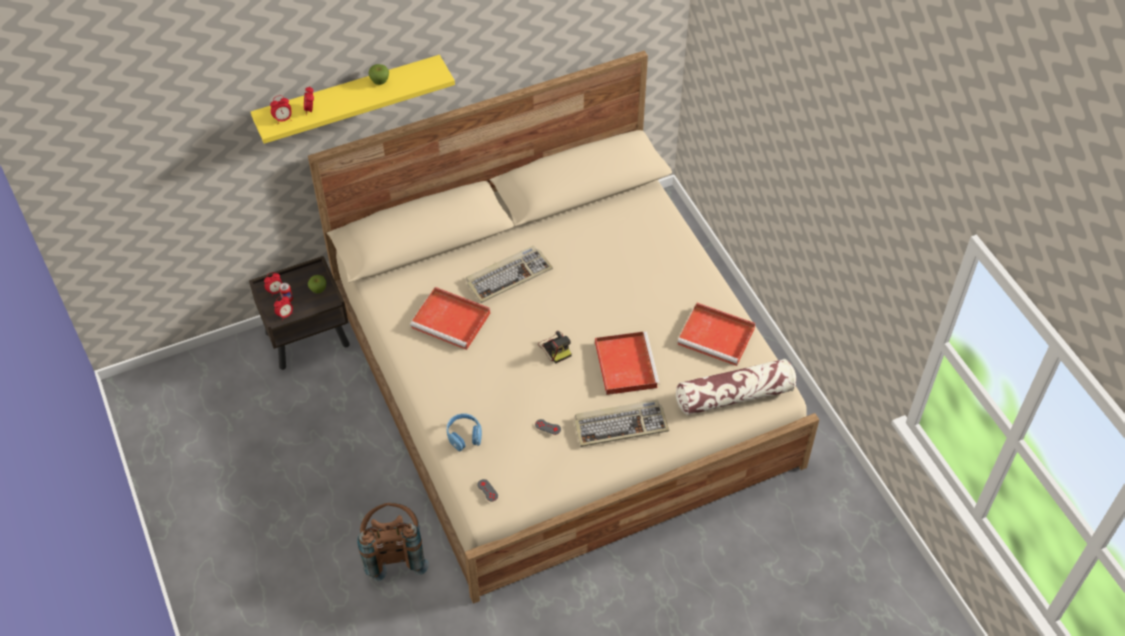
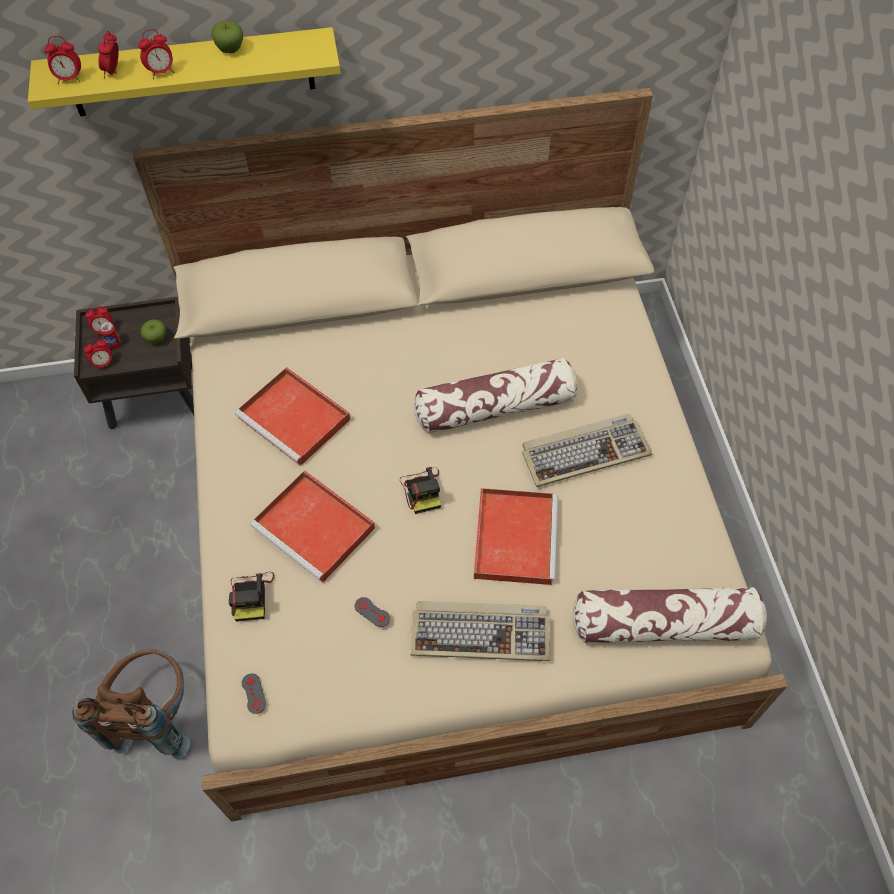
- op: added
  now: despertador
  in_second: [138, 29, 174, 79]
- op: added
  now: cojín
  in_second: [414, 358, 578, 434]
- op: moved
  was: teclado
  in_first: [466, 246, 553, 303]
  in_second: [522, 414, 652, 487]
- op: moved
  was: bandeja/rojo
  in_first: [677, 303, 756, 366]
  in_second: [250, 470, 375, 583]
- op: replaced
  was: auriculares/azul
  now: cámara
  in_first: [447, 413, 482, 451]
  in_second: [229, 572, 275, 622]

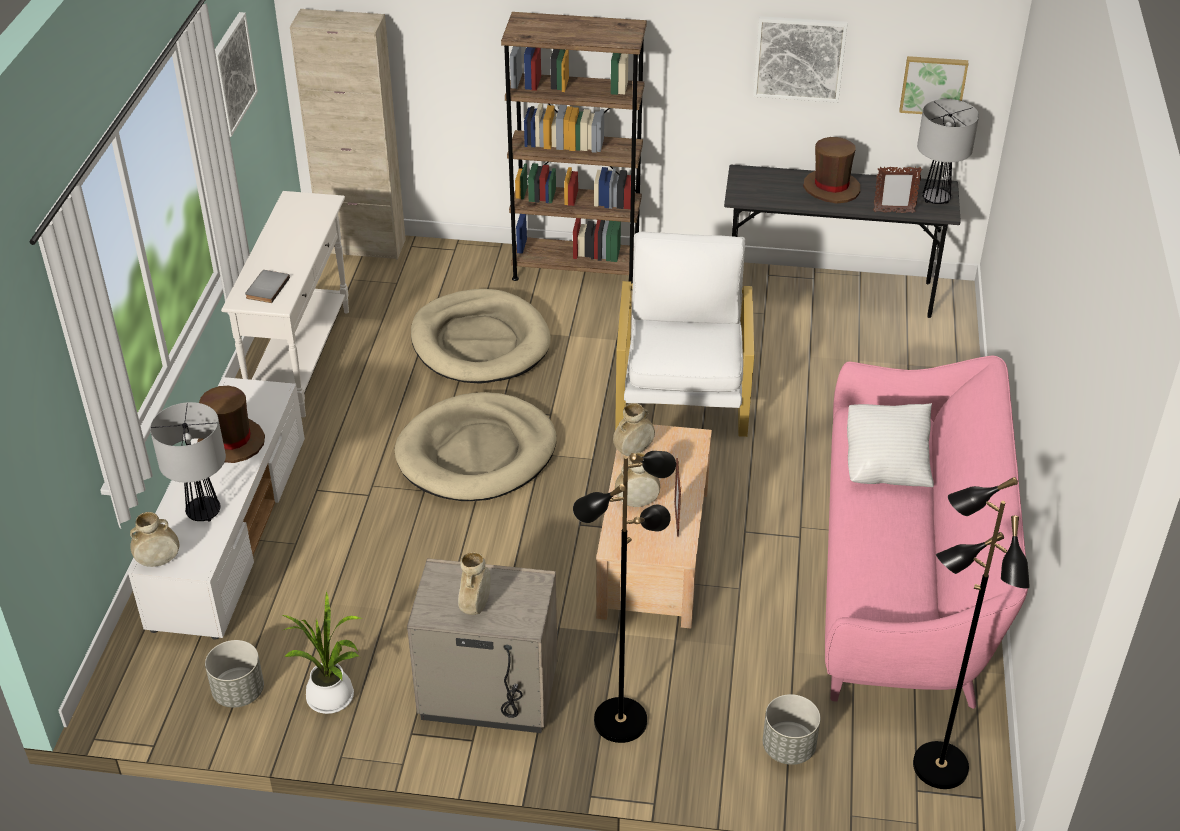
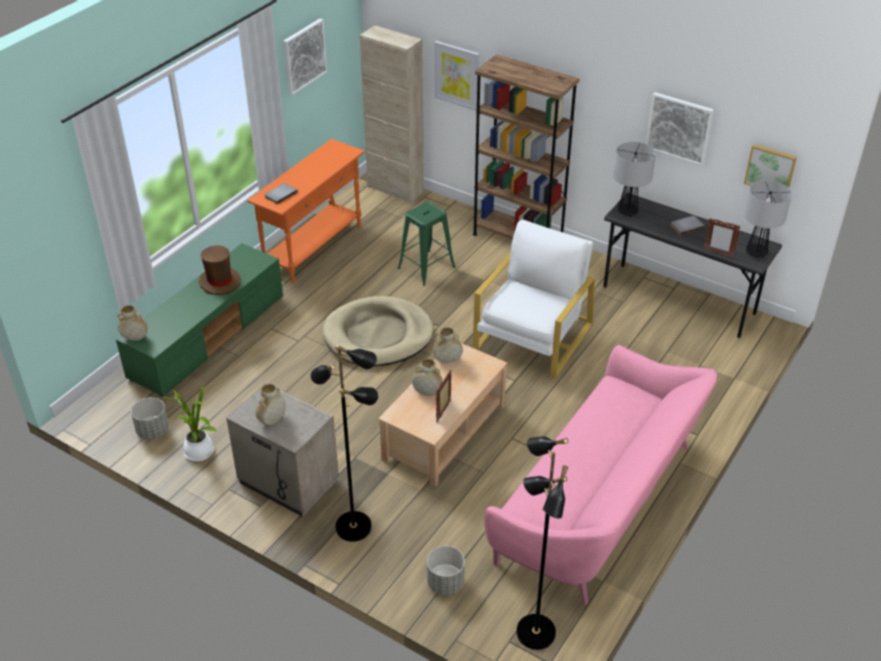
- op: removed
  was: cojín/blanco
  in_first: [847, 403, 934, 487]
- op: added
  now: cuadro
  in_second: [434, 41, 479, 111]
- op: moved
  was: lámpara de mesa
  in_first: [150, 402, 226, 522]
  in_second: [613, 142, 656, 217]
- op: replaced
  was: cama para perro/beis
  now: taburete/verde
  in_first: [411, 289, 551, 384]
  in_second: [398, 202, 455, 286]
- op: replaced
  was: sombrero/marrón
  now: libro/gris
  in_first: [803, 137, 860, 204]
  in_second: [670, 216, 705, 235]
- op: recoloured
  was: mueble de televisión/blanco
  now: mueble de televisión/verde
  in_first: [128, 377, 305, 640]
  in_second: [116, 243, 283, 397]
- op: recoloured
  was: mesa consola/blanco
  now: mesa consola/naranja
  in_first: [221, 191, 349, 417]
  in_second: [247, 139, 365, 283]

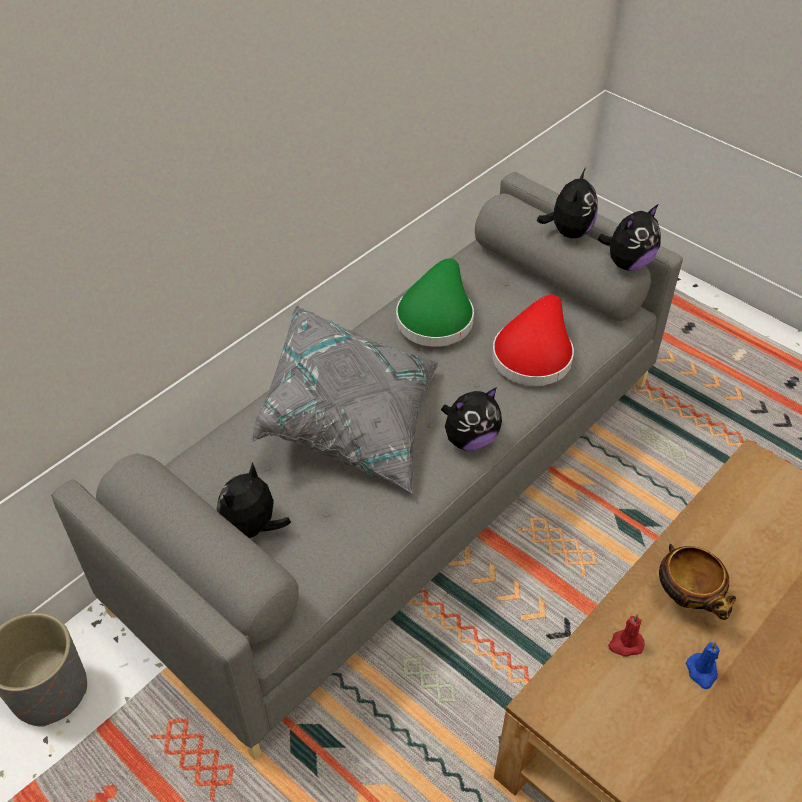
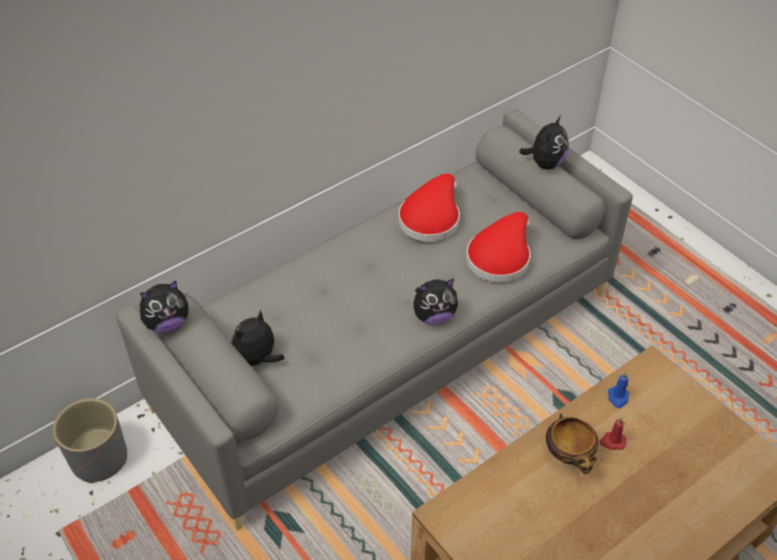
- op: removed
  was: cojín/gris
  in_first: [251, 305, 440, 493]
- op: moved
  was: peluche
  in_first: [598, 204, 661, 271]
  in_second: [140, 281, 189, 333]
- op: moved
  was: vela/rojo
  in_first: [608, 614, 644, 657]
  in_second: [600, 418, 627, 450]
- op: moved
  was: vela/azul
  in_first: [686, 641, 719, 689]
  in_second: [608, 372, 629, 408]
- op: recoloured
  was: sombrero/verde
  now: sombrero/rojo
  in_first: [396, 258, 474, 347]
  in_second: [399, 173, 460, 242]

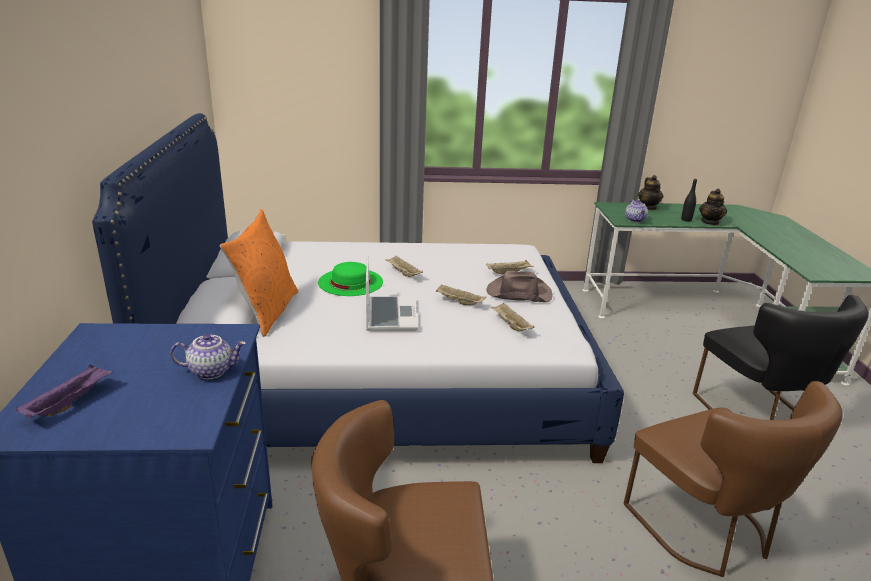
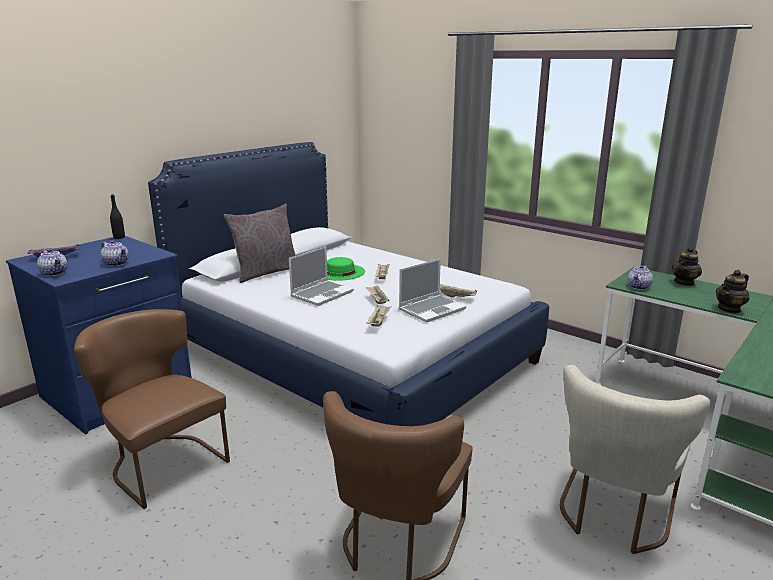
- op: added
  now: tetera
  in_second: [37, 249, 68, 276]
- op: moved
  was: botella/negro
  in_first: [681, 179, 697, 222]
  in_second: [110, 194, 125, 239]
- op: replaced
  was: sombrero/marrón
  now: portátil
  in_first: [486, 271, 552, 302]
  in_second: [399, 259, 466, 323]
- op: recoloured
  was: cojín/naranja
  now: cojín/gris
  in_first: [220, 209, 298, 337]
  in_second: [224, 204, 296, 283]
- op: recoloured
  was: silla/negro
  now: silla/beis
  in_first: [693, 295, 869, 420]
  in_second: [560, 365, 710, 554]

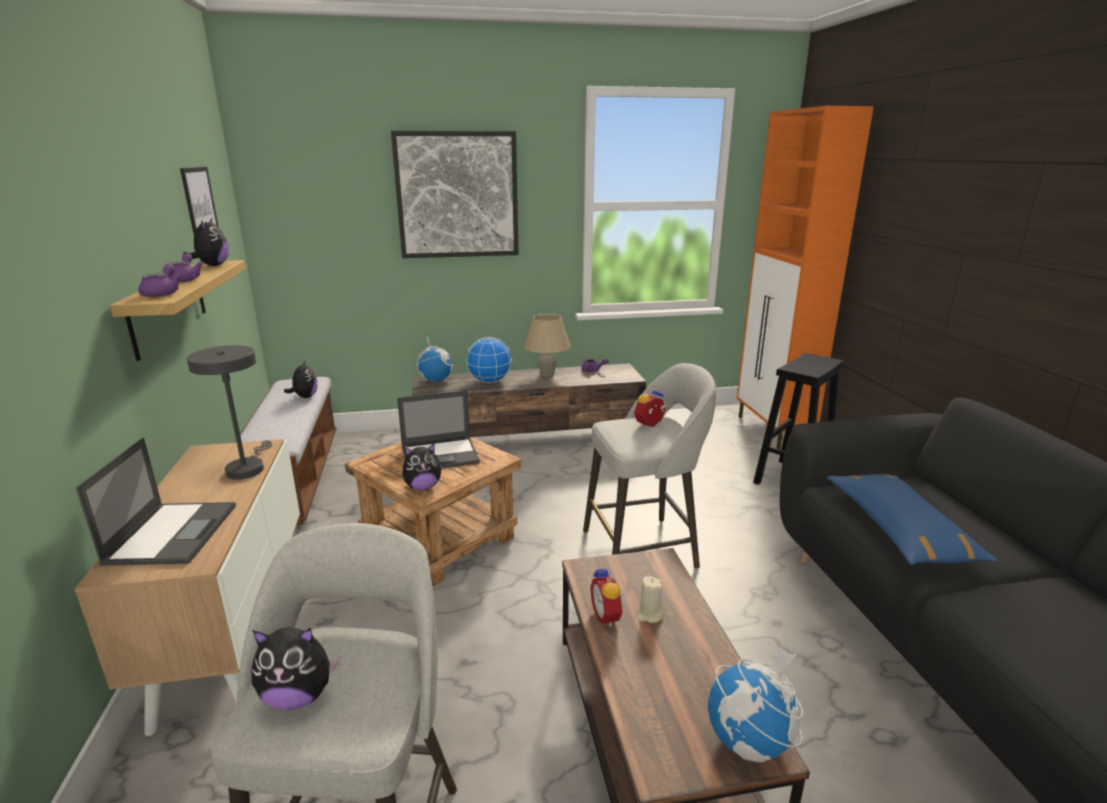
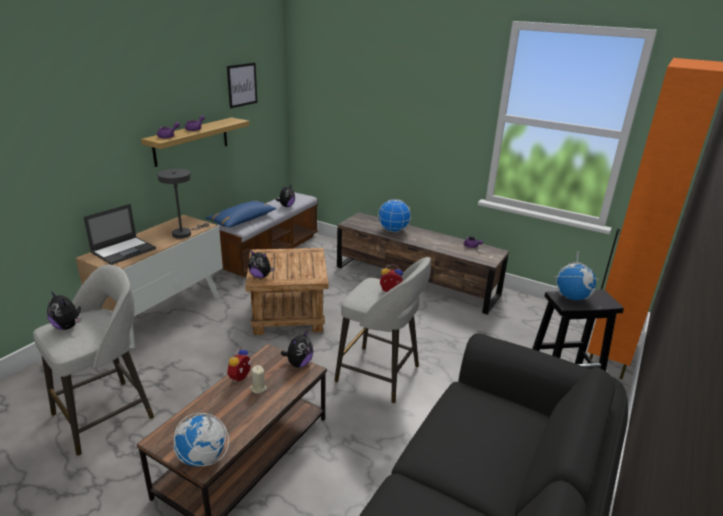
- op: removed
  was: cuadro
  in_first: [391, 131, 519, 258]
- op: removed
  was: portátil
  in_first: [397, 390, 480, 468]
- op: removed
  was: lámpara de mesa/beis
  in_first: [524, 314, 571, 377]
- op: moved
  was: peluche
  in_first: [183, 218, 229, 266]
  in_second: [281, 330, 313, 367]
- op: moved
  was: globo terráqueo
  in_first: [415, 337, 453, 382]
  in_second: [554, 251, 599, 300]
- op: moved
  was: cojín/azul
  in_first: [827, 474, 997, 565]
  in_second: [205, 200, 277, 228]

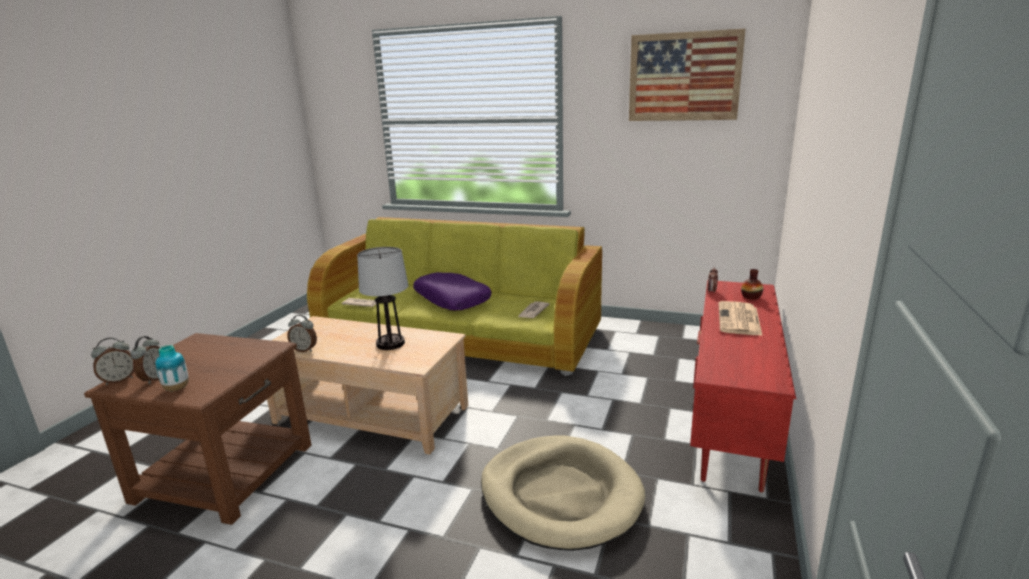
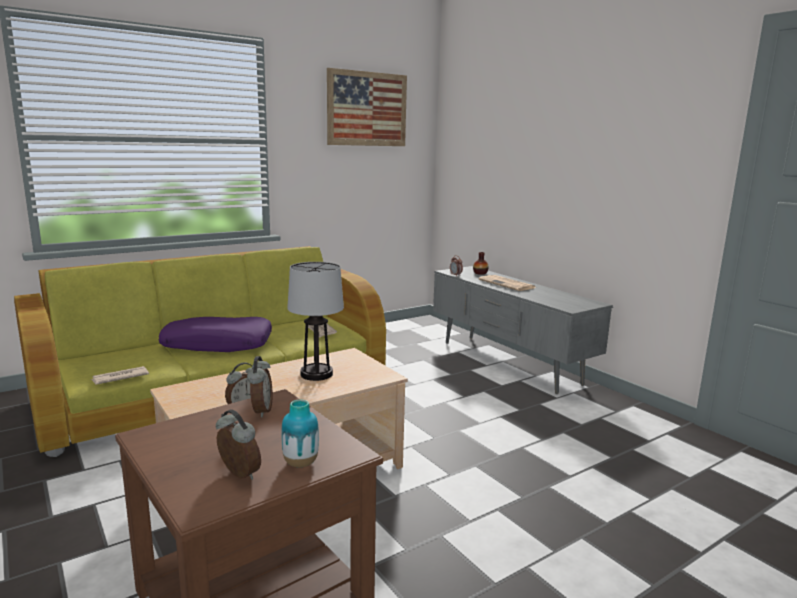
- op: removed
  was: cama para perro/beis
  in_first: [481, 435, 646, 551]
- op: moved
  was: despertador
  in_first: [91, 338, 134, 385]
  in_second: [247, 356, 273, 417]
- op: recoloured
  was: mueble de televisión/rojo
  now: mueble de televisión/gris
  in_first: [690, 280, 796, 492]
  in_second: [433, 266, 613, 394]

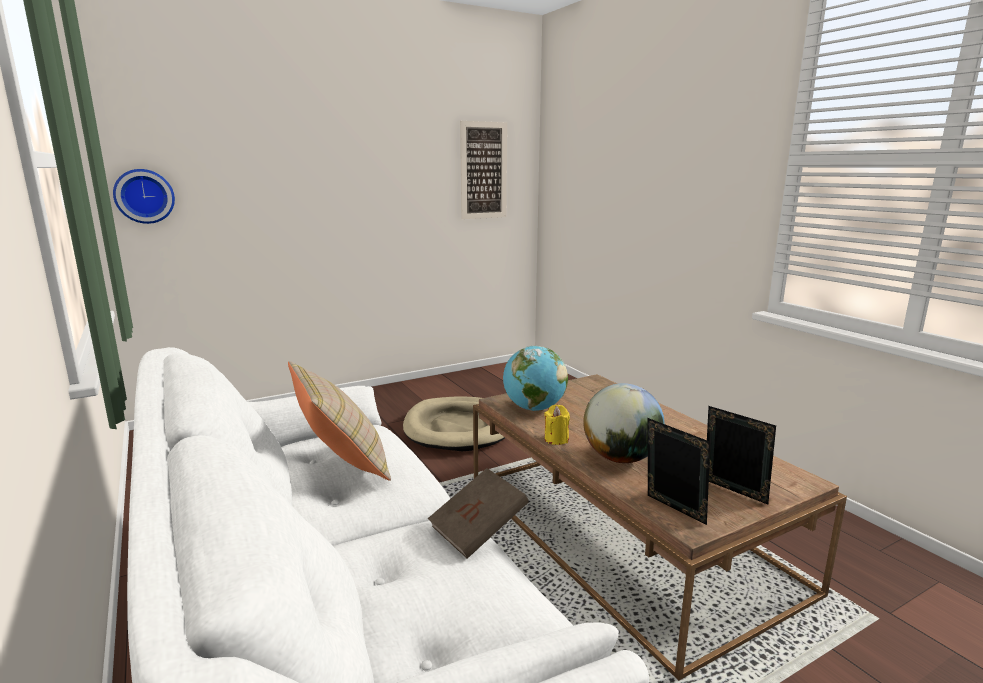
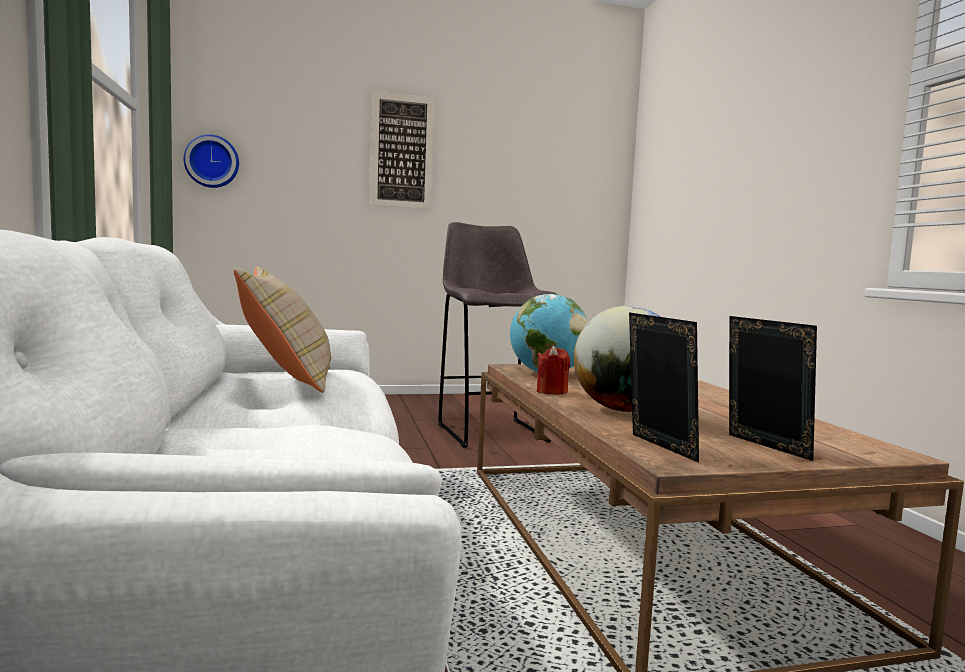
- op: removed
  was: libro/marrón
  in_first: [428, 468, 529, 559]
- op: moved
  was: cuadro
  in_first: [460, 121, 507, 219]
  in_second: [370, 91, 434, 209]
- op: replaced
  was: cama para perro/beis
  now: taburete/gris
  in_first: [403, 397, 505, 451]
  in_second: [438, 222, 558, 448]
- op: recoloured
  was: vela/amarillo
  now: vela/rojo
  in_first: [544, 404, 570, 445]
  in_second: [537, 346, 570, 395]

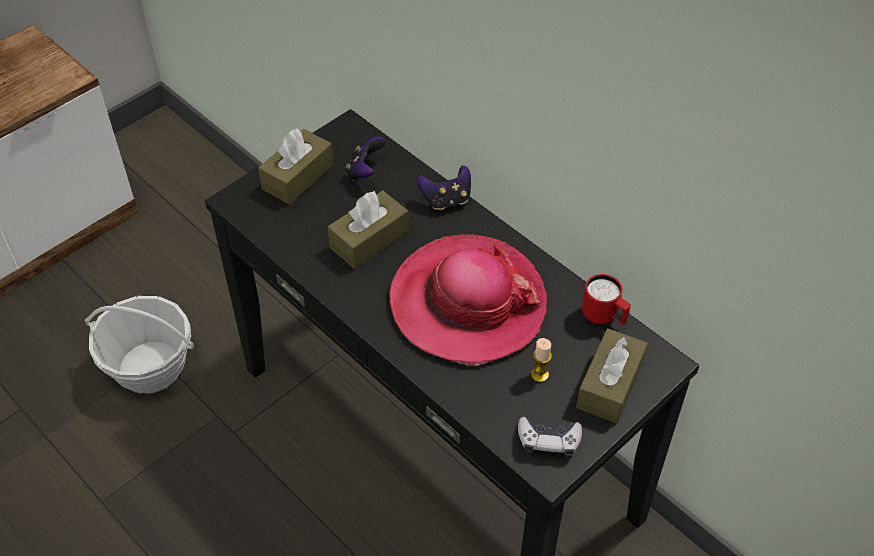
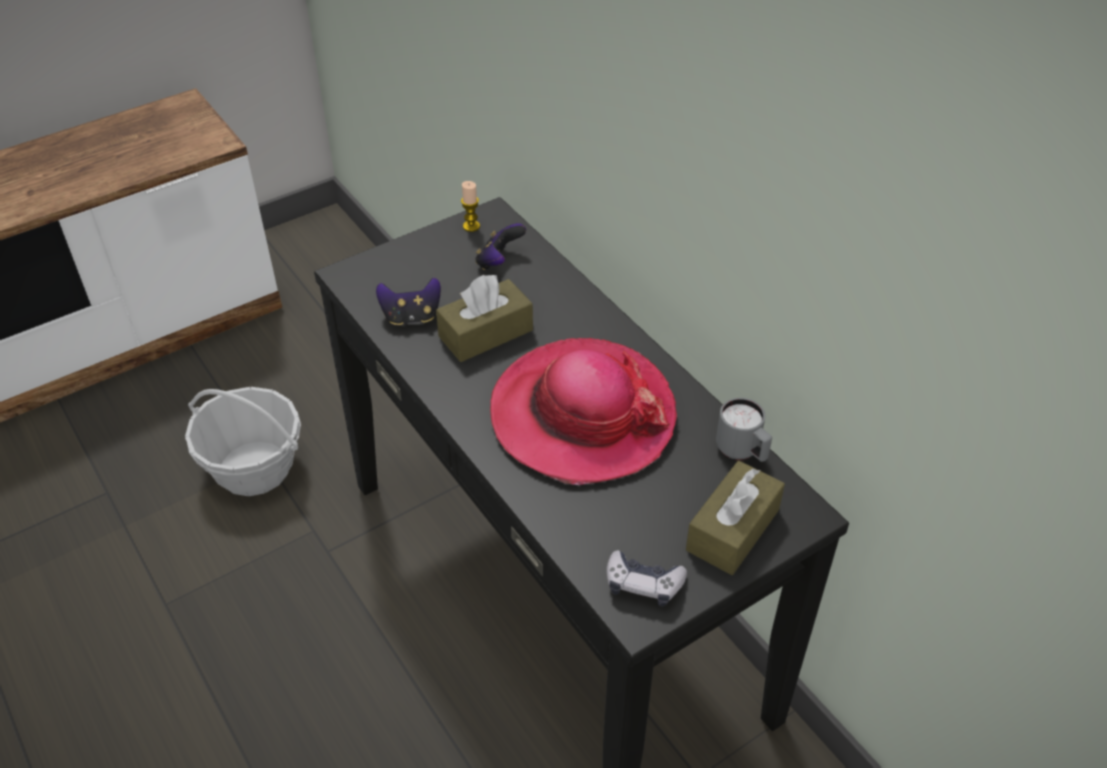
- op: removed
  was: caja de pañuelos/marrón
  in_first: [258, 128, 334, 205]
- op: moved
  was: mando de consola
  in_first: [417, 165, 471, 210]
  in_second: [376, 277, 441, 325]
- op: moved
  was: vela
  in_first: [531, 338, 552, 382]
  in_second: [461, 181, 480, 232]
- op: recoloured
  was: taza grande/rojo
  now: taza grande/gris
  in_first: [582, 274, 631, 325]
  in_second: [716, 398, 772, 462]

